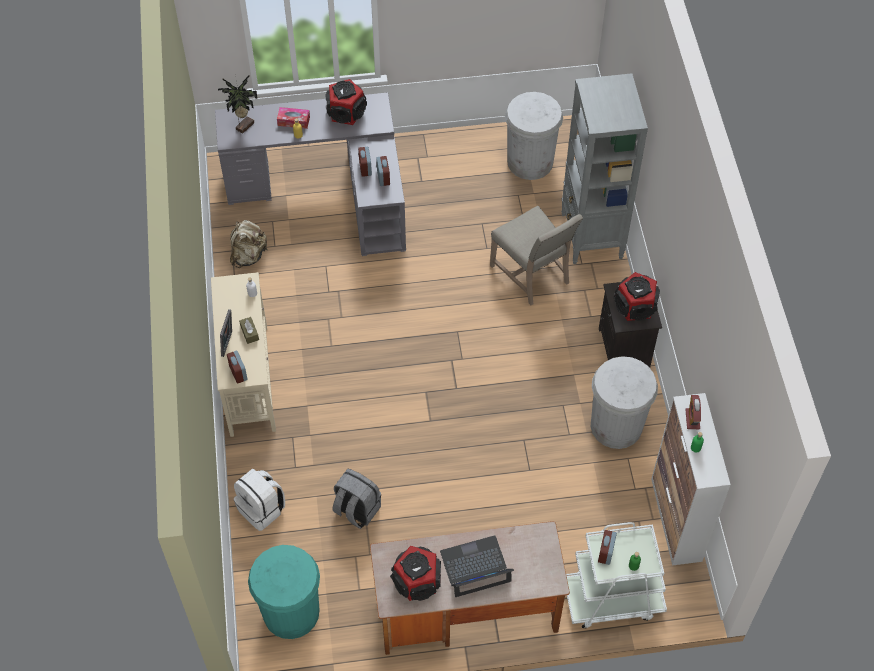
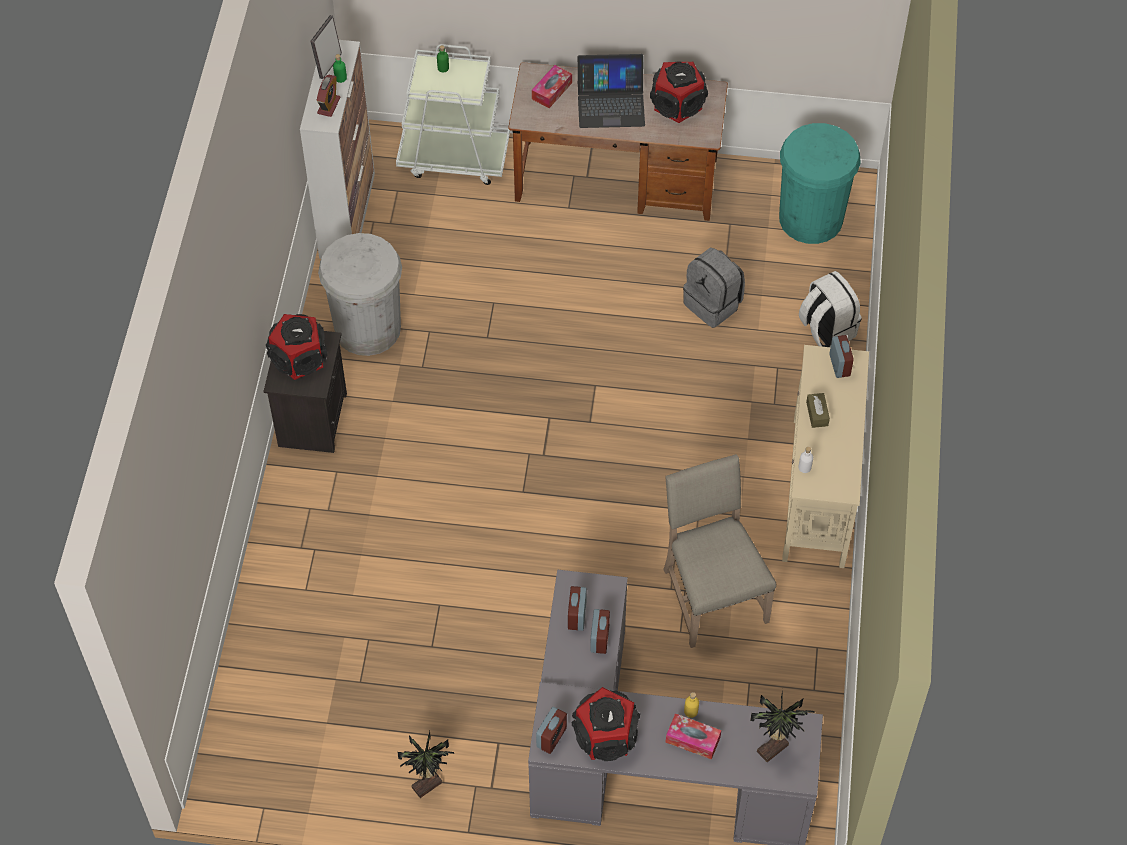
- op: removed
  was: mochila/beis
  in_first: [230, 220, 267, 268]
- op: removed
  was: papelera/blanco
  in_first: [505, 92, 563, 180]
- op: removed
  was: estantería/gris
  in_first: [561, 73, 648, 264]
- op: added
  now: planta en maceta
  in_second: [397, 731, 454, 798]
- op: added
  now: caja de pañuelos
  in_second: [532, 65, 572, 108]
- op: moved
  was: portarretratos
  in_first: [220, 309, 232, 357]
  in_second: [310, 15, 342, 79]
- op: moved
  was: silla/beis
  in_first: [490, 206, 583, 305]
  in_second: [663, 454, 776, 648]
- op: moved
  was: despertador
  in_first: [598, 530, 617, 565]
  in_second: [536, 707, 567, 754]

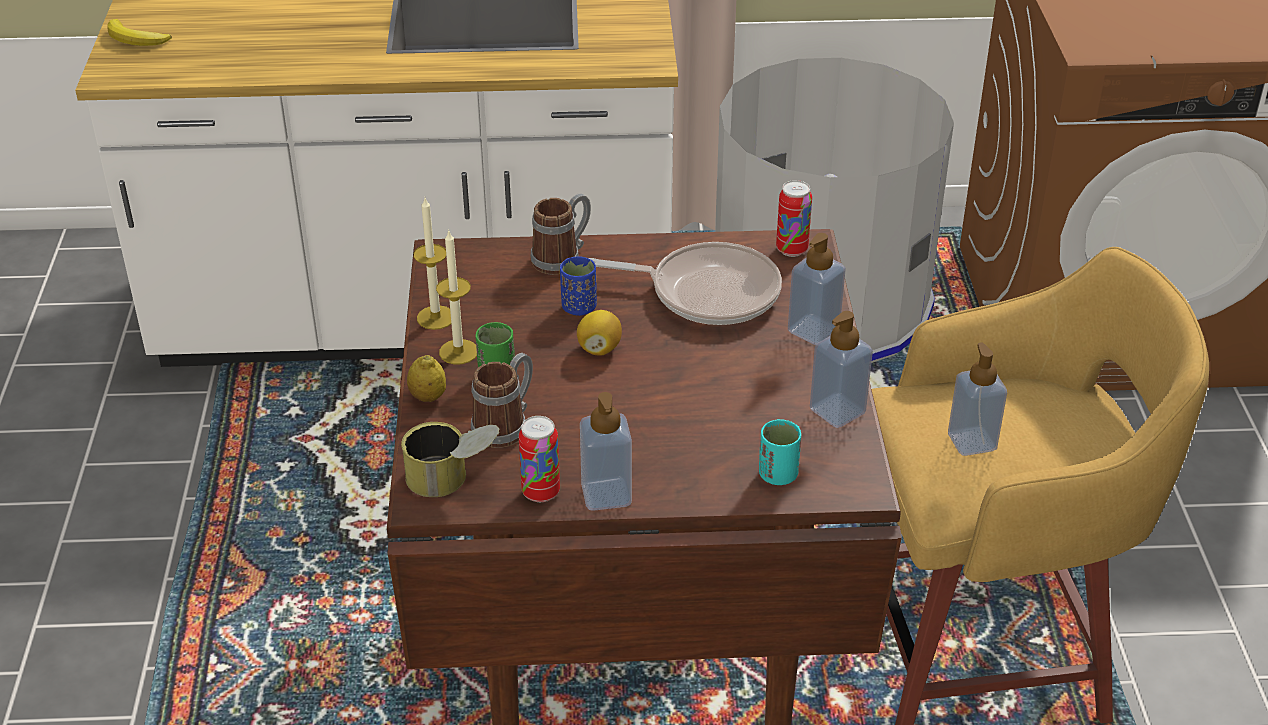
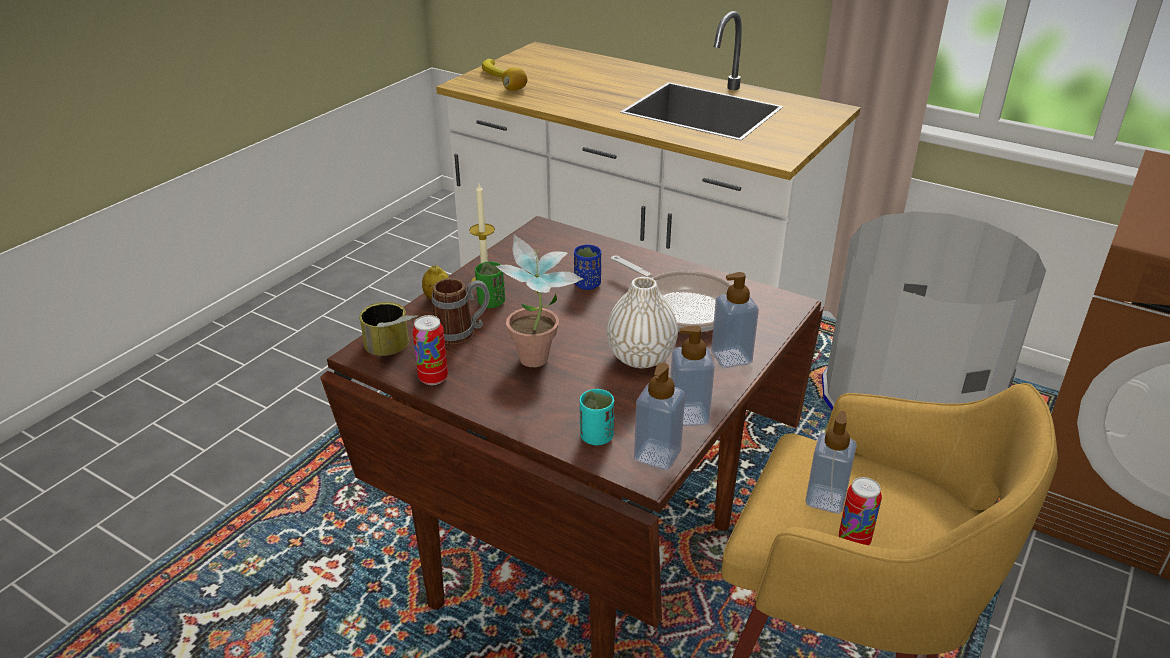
- op: removed
  was: vela
  in_first: [413, 198, 451, 330]
- op: removed
  was: taza grande
  in_first: [531, 193, 591, 275]
- op: added
  now: planta en maceta
  in_second: [496, 235, 583, 367]
- op: added
  now: florero/blanco
  in_second: [607, 277, 678, 368]
- op: moved
  was: limón
  in_first: [577, 310, 622, 355]
  in_second: [502, 67, 527, 91]
- op: moved
  was: dispensador de jabón
  in_first: [580, 392, 632, 511]
  in_second: [634, 363, 685, 470]
- op: moved
  was: lata
  in_first: [776, 180, 812, 257]
  in_second: [839, 477, 882, 545]

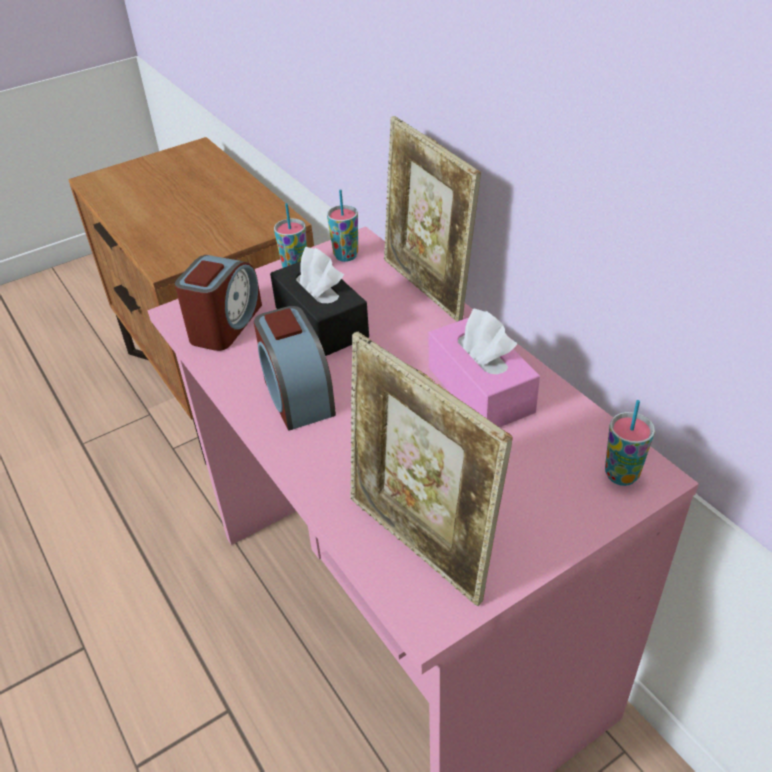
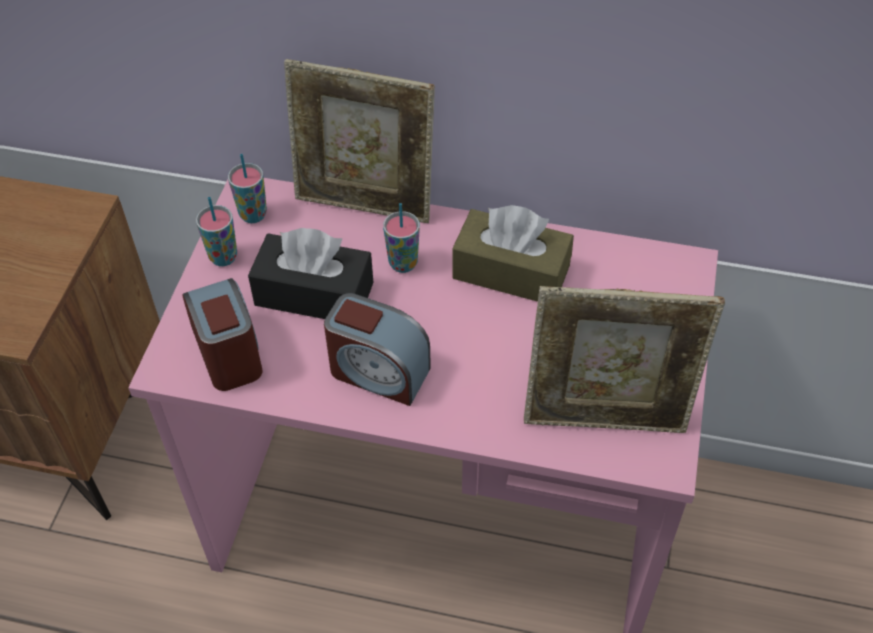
- op: moved
  was: taza
  in_first: [605, 400, 655, 486]
  in_second: [383, 203, 420, 273]
- op: recoloured
  was: caja de pañuelos/rosa
  now: caja de pañuelos/marrón
  in_first: [428, 308, 540, 427]
  in_second: [452, 205, 574, 302]

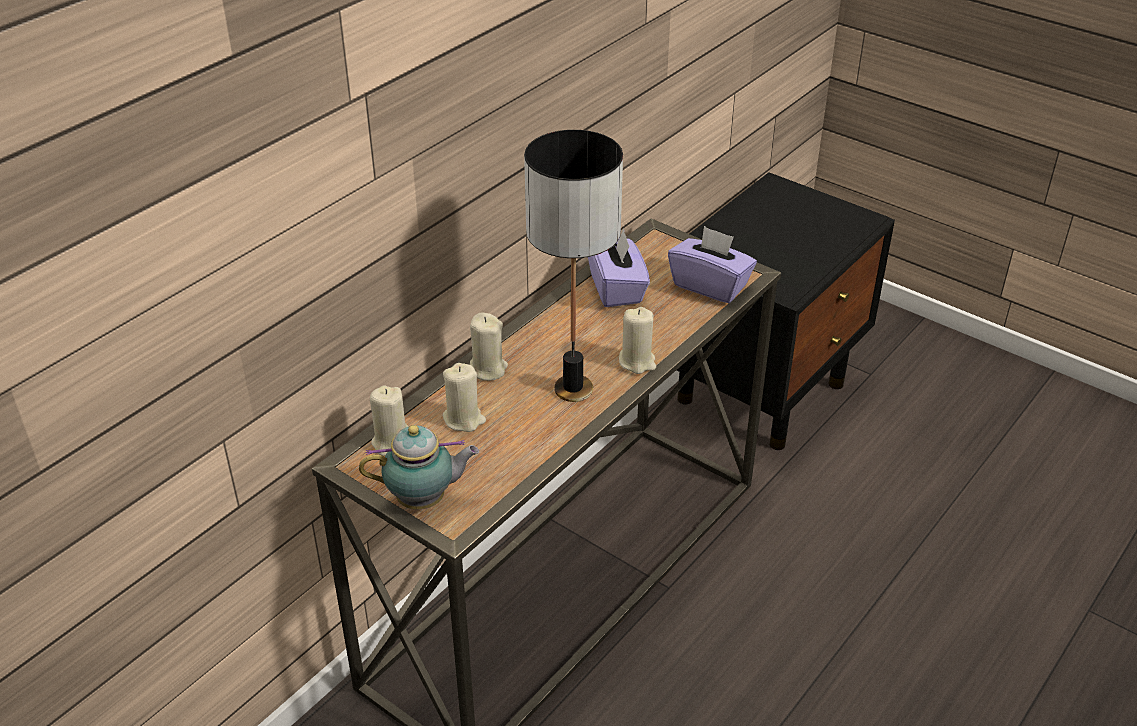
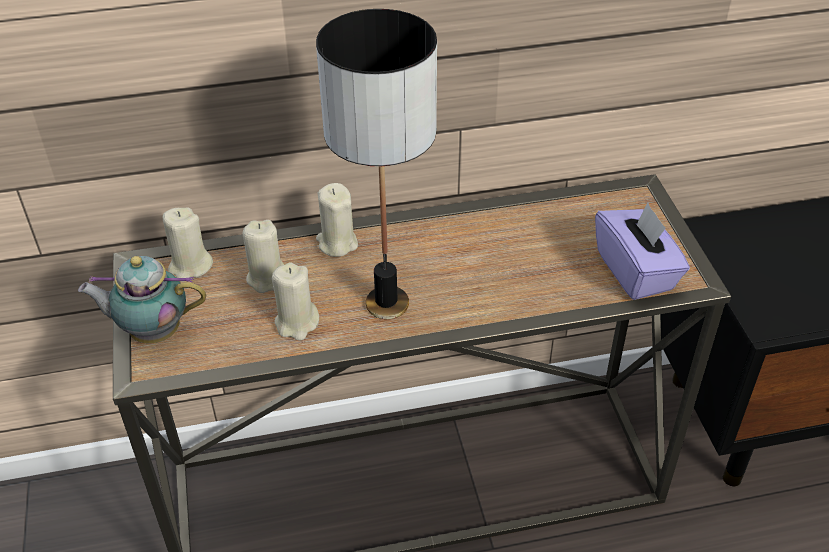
- op: removed
  was: caja de pañuelos/morado
  in_first: [588, 229, 650, 307]
- op: moved
  was: vela/beis
  in_first: [619, 307, 656, 374]
  in_second: [272, 262, 319, 340]
- op: turned
  was: tetera
  in_first: [359, 425, 479, 510]
  in_second: [78, 256, 206, 344]
  clockwise: 150

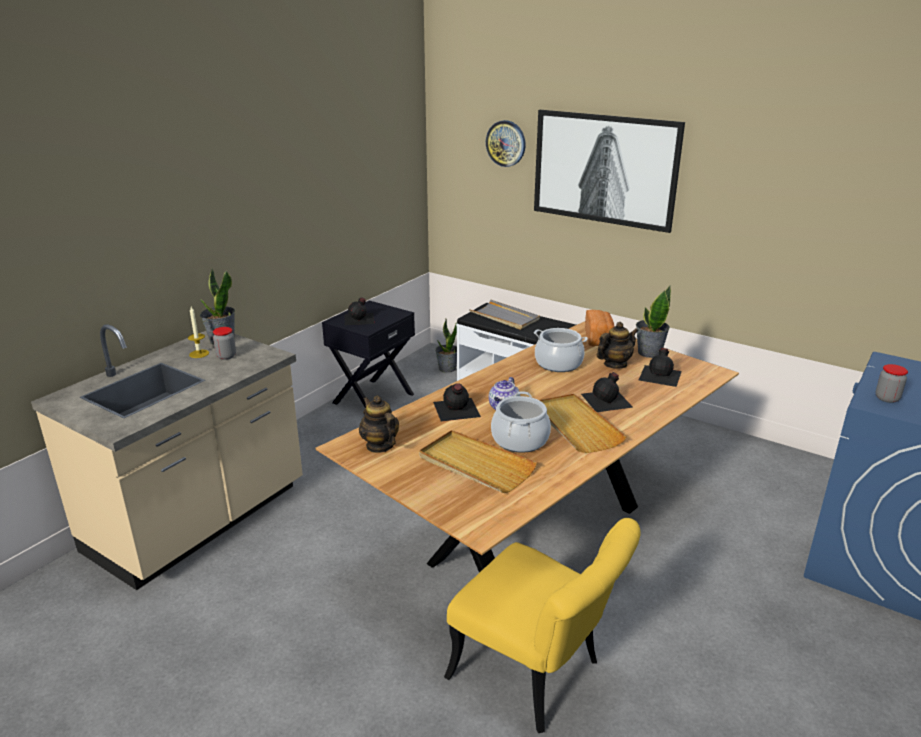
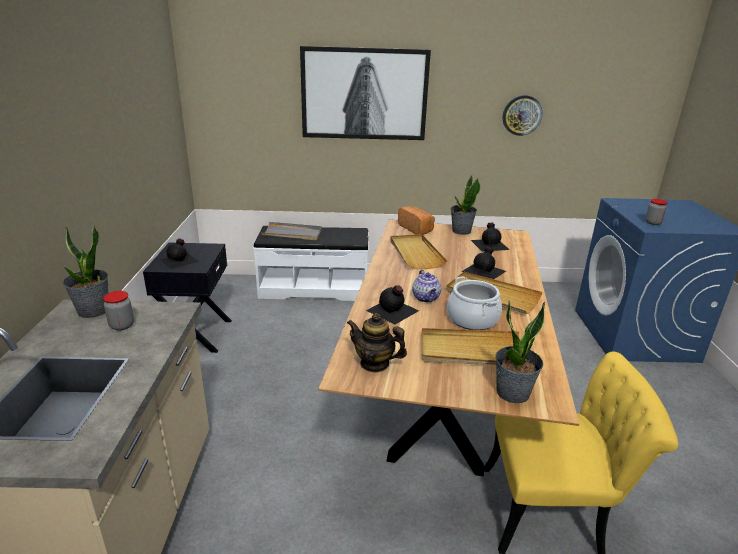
- op: removed
  was: vela
  in_first: [188, 307, 209, 358]
- op: removed
  was: tetera
  in_first: [597, 322, 638, 369]
- op: moved
  was: planta en maceta
  in_first: [435, 319, 457, 373]
  in_second: [495, 301, 545, 403]
- op: moved
  was: reloj de pared
  in_first: [486, 120, 526, 167]
  in_second: [503, 95, 542, 136]
- op: replaced
  was: olla
  now: bandeja/beis
  in_first: [534, 328, 588, 372]
  in_second: [390, 234, 447, 269]

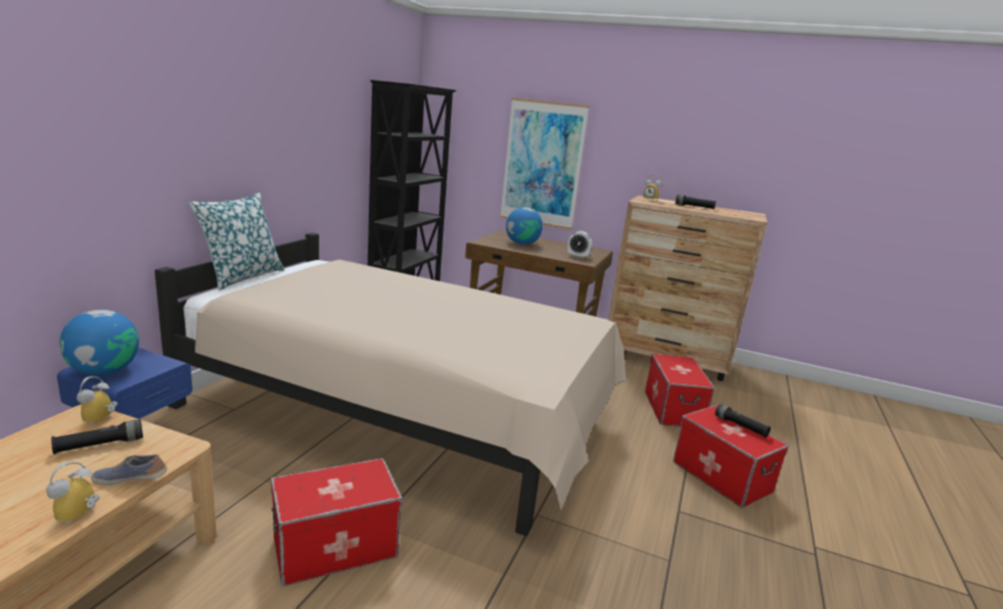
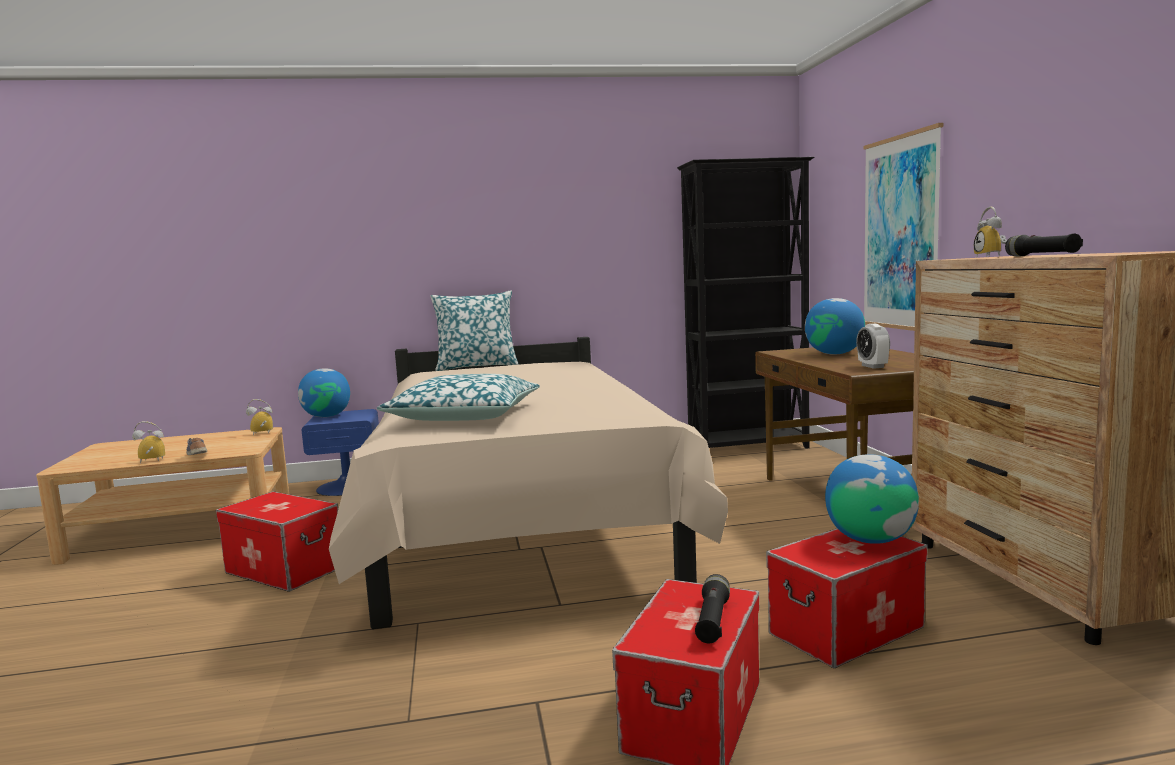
- op: removed
  was: linterna/negro
  in_first: [51, 419, 143, 454]
- op: added
  now: cojín
  in_second: [377, 374, 540, 421]
- op: added
  now: globo terráqueo
  in_second: [825, 454, 919, 544]

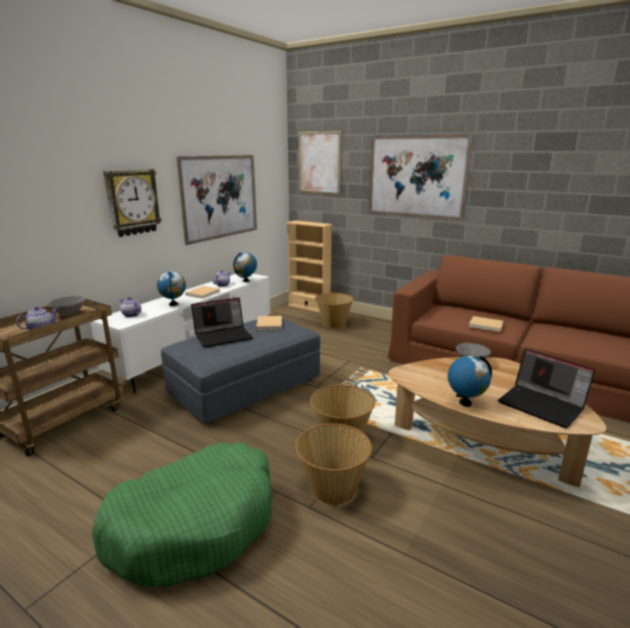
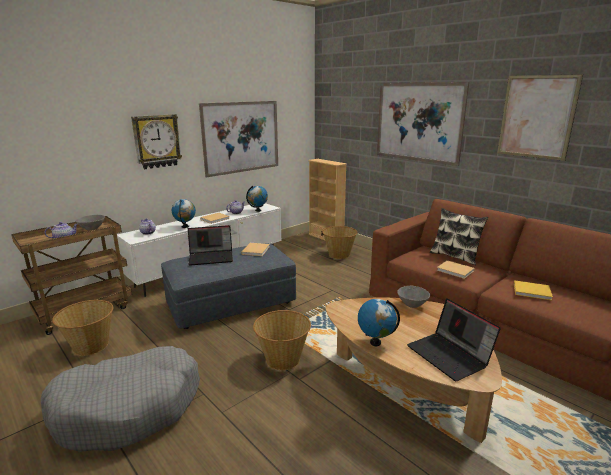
- op: added
  now: cojín
  in_second: [430, 208, 488, 265]
- op: added
  now: libro/amarillo
  in_second: [514, 280, 553, 301]
- op: moved
  was: cesta
  in_first: [295, 423, 372, 505]
  in_second: [52, 300, 113, 356]
- op: moved
  was: cuadro
  in_first: [298, 131, 342, 195]
  in_second: [497, 74, 583, 161]
- op: recoloured
  was: cama para perro/verde
  now: cama para perro/gris
  in_first: [92, 442, 272, 587]
  in_second: [41, 346, 200, 452]

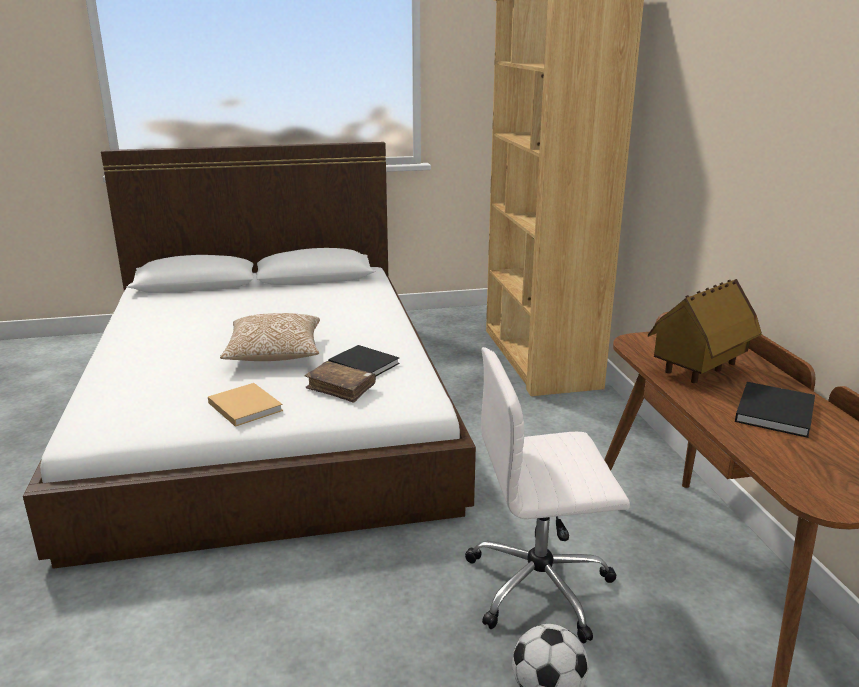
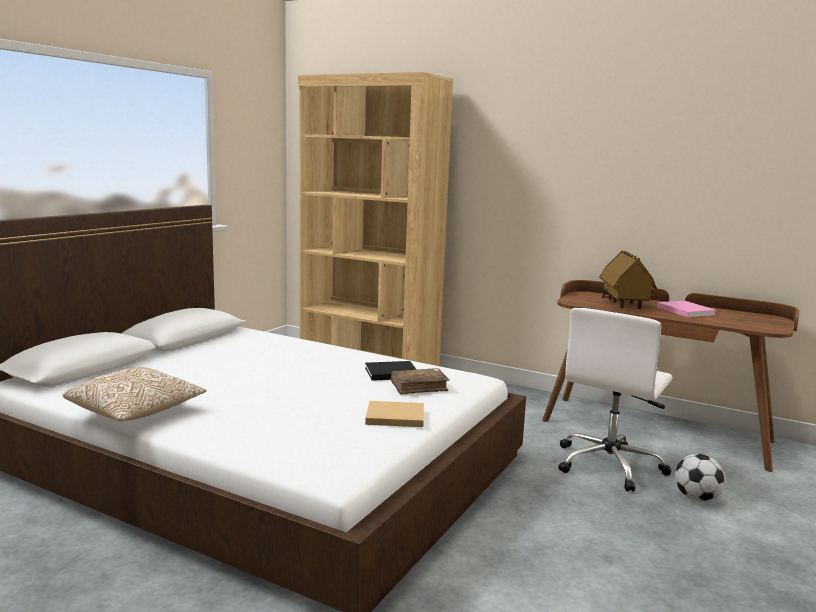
- op: moved
  was: cojín
  in_first: [220, 313, 320, 361]
  in_second: [63, 367, 206, 421]
- op: recoloured
  was: libro/negro
  now: libro/rosa
  in_first: [735, 382, 815, 438]
  in_second: [657, 301, 717, 317]

